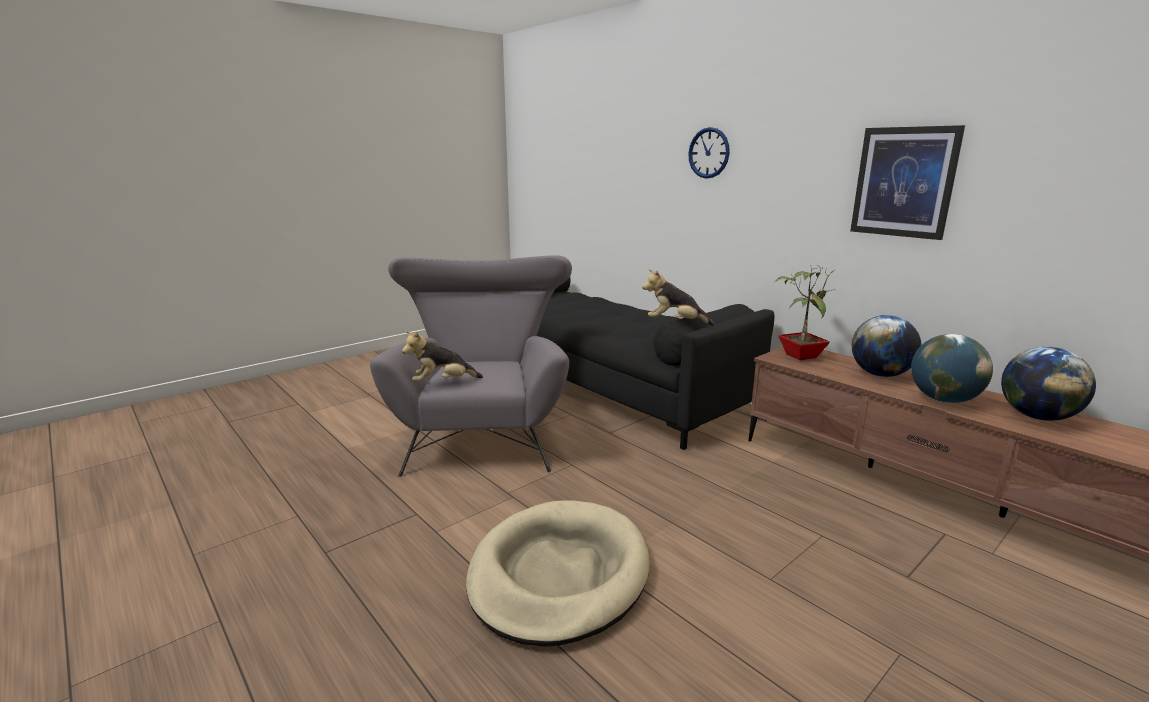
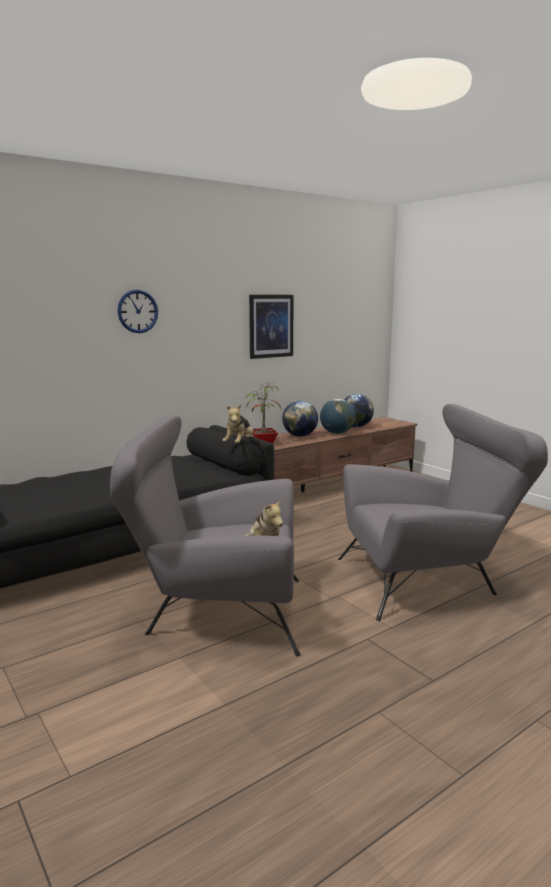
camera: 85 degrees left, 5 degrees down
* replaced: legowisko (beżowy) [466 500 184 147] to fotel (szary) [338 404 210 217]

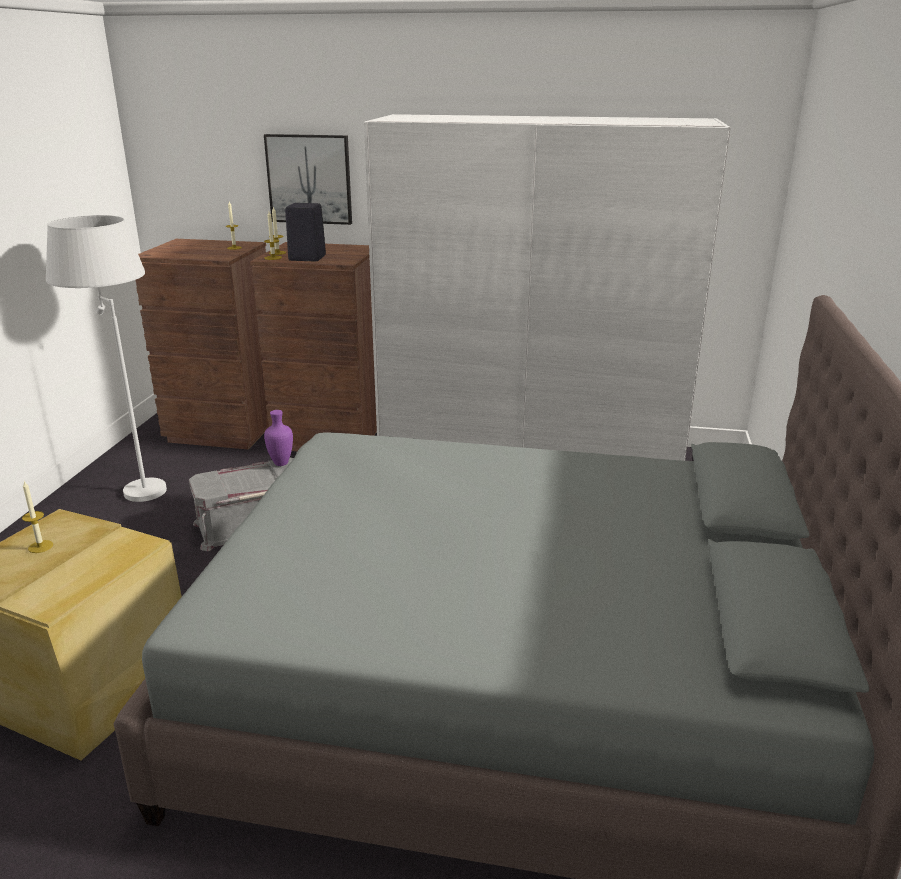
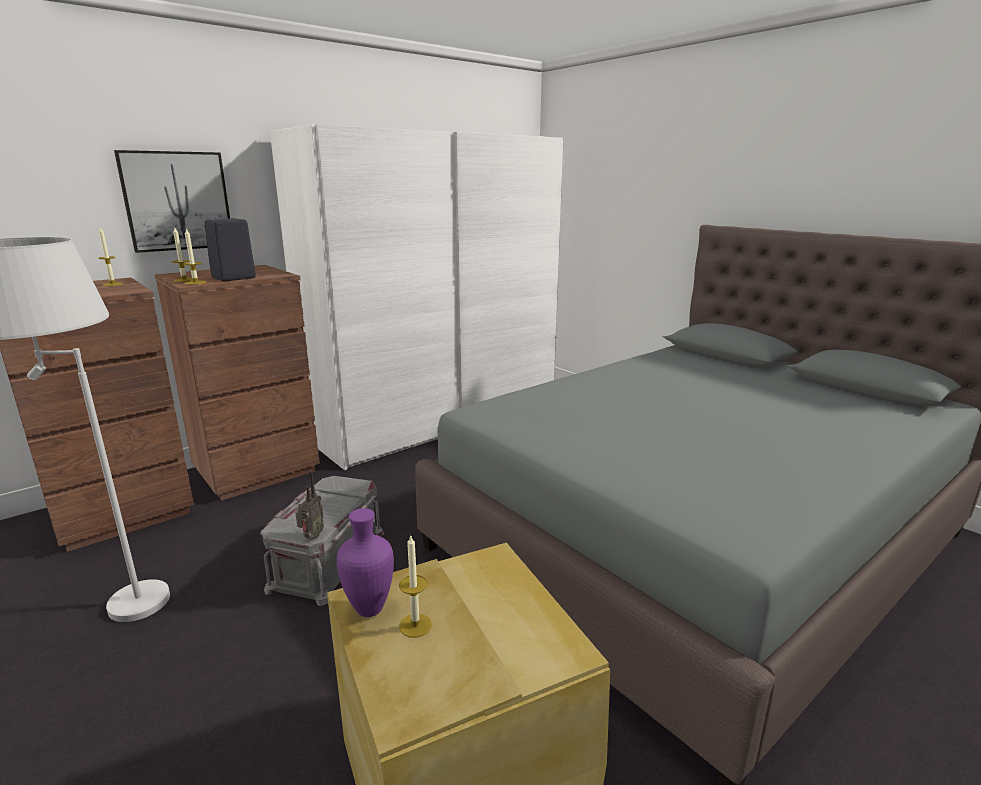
camera: 50 degrees left, 5 degrees down
* moved: wazon (fioletowy) [264 410 29 56] to [337 508 57 109]
* added: radio [295 470 29 70]

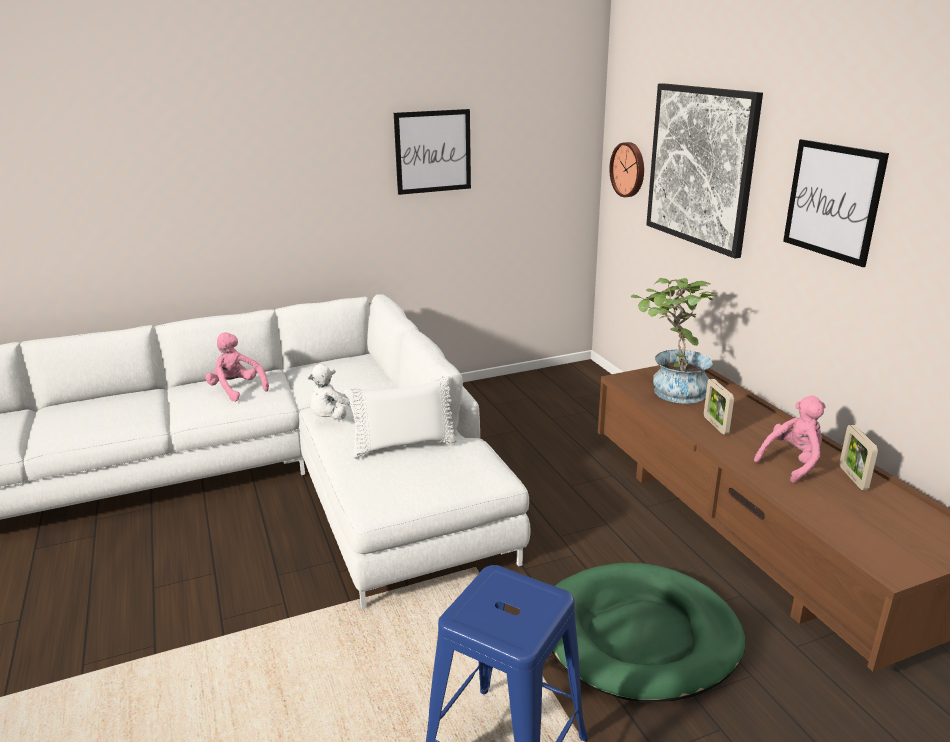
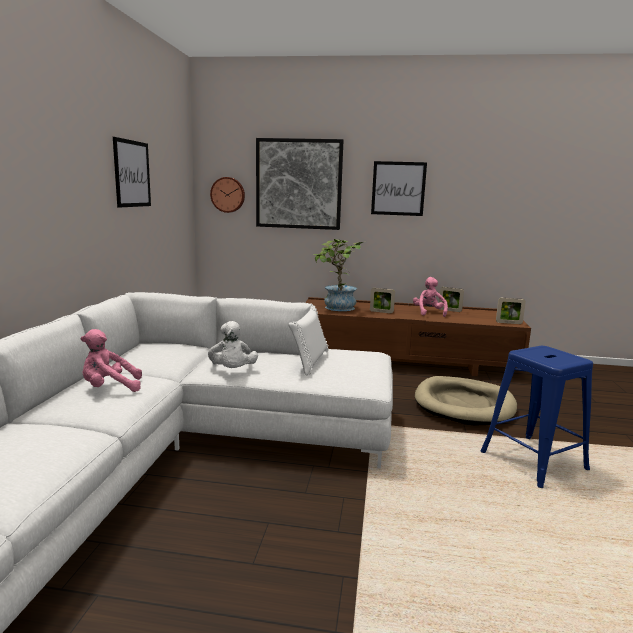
camera: 60 degrees left, 10 degrees down
* recoloured: legowisko (zielony) [552 563 193 139] to legowisko (beżowy) [415 376 102 50]
* added: ramka na zdjęcie [496 298 30 26]

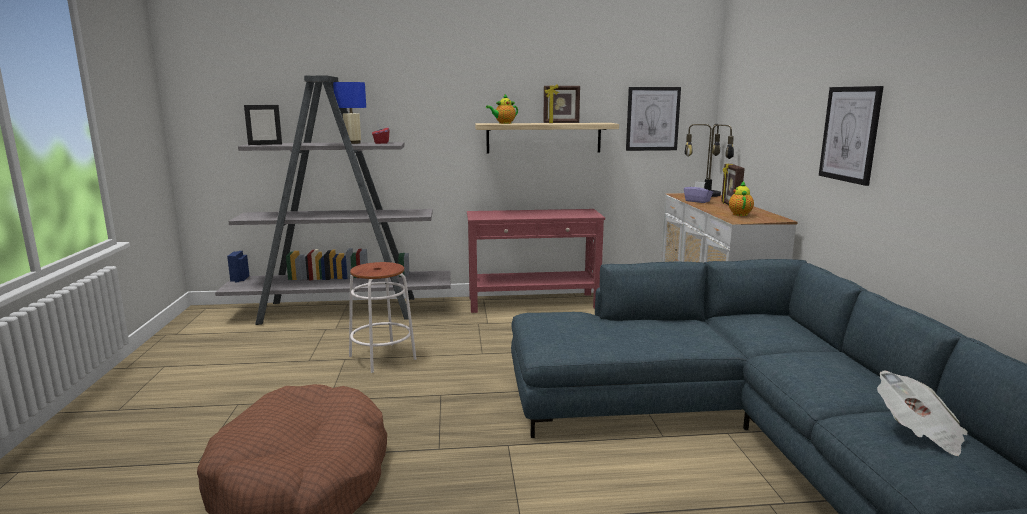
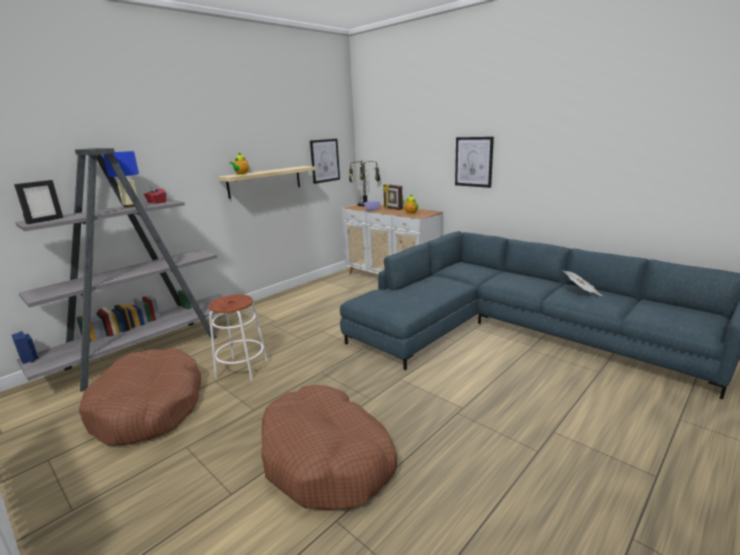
camera: 40 degrees left, 5 degrees up
* removed: stolik konsolowy (czerwony) [467 209 138 104]
* removed: ramka na zdjęcie [543 84 37 39]
* added: legowisko (brązowy) [79 348 122 97]

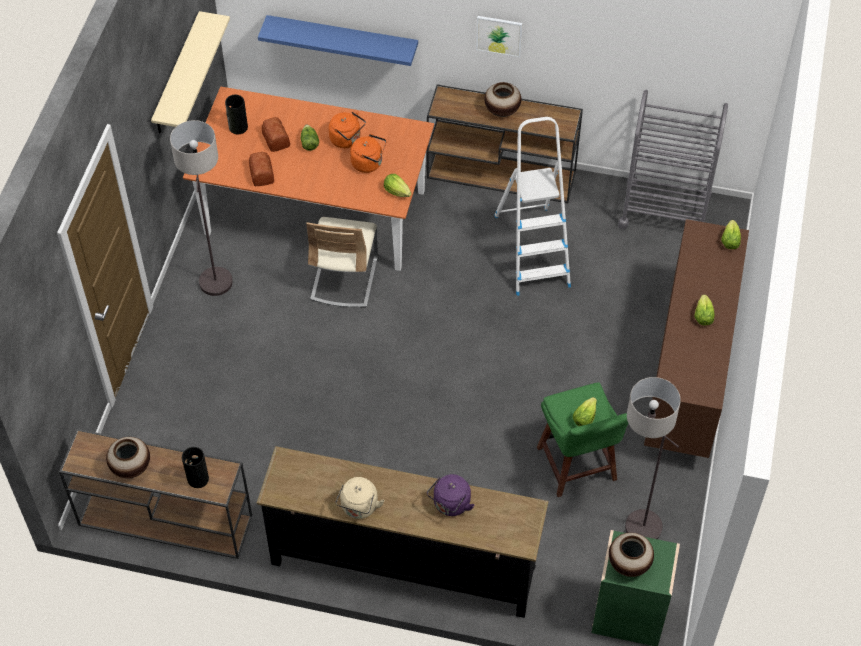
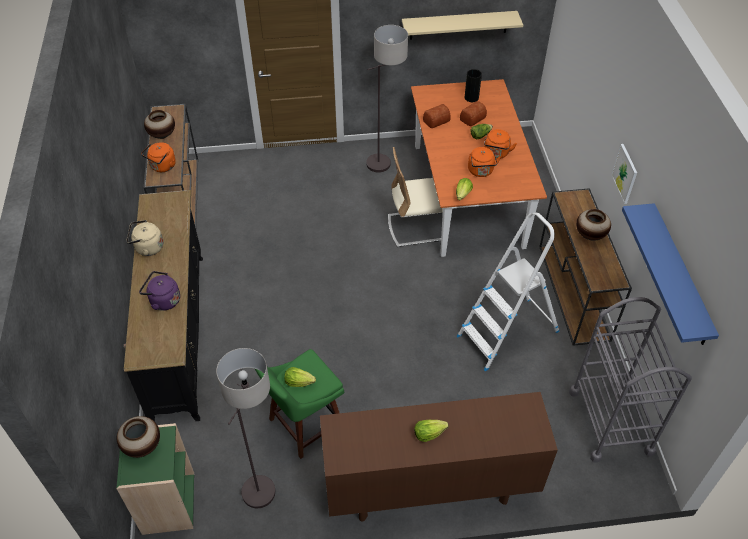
camera: 70 degrees right, 5 degrees down
* replaced: wazon [182 447 27 41] to czajnik (pomarańczowy) [141 142 35 30]
* moved: półka (niebieski) [258 15 160 51] to [622 203 97 142]
* removed: sałata [721 220 20 29]

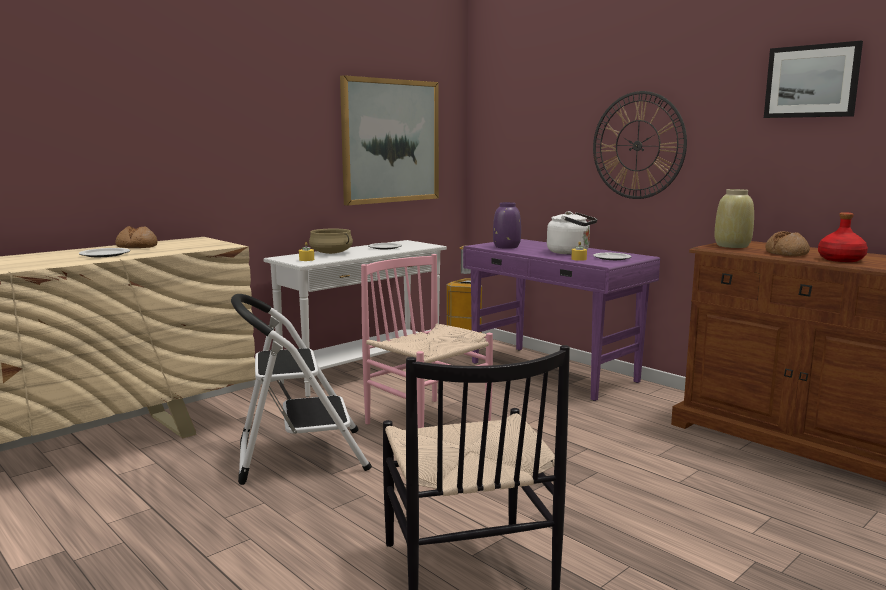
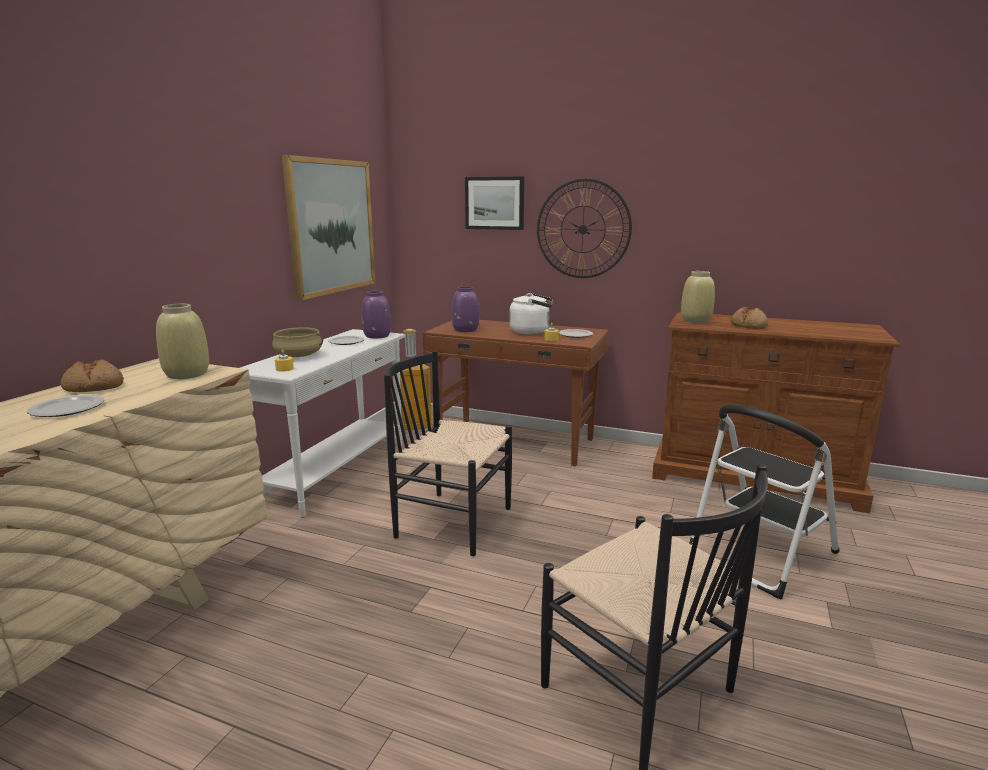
camera: 25 degrees left, 5 degrees up
* moved: drabinka [231 294 141 191] to [689 404 150 195]
* recoloured: krzesło (różowy) [361 254 132 174] to krzesło (czarny) [384 350 128 206]
* recoloured: stolik konsolowy (fioletowy) [463 239 197 162] to stolik konsolowy (brązowy) [423 320 186 146]
* moved: obraz [764 41 99 77] to [465 176 59 54]
* removed: butelka (czerwony) [818 212 50 50]
* added: wazon (beżowy) [156 304 53 75]
* added: wazon (fioletowy) [362 291 29 47]

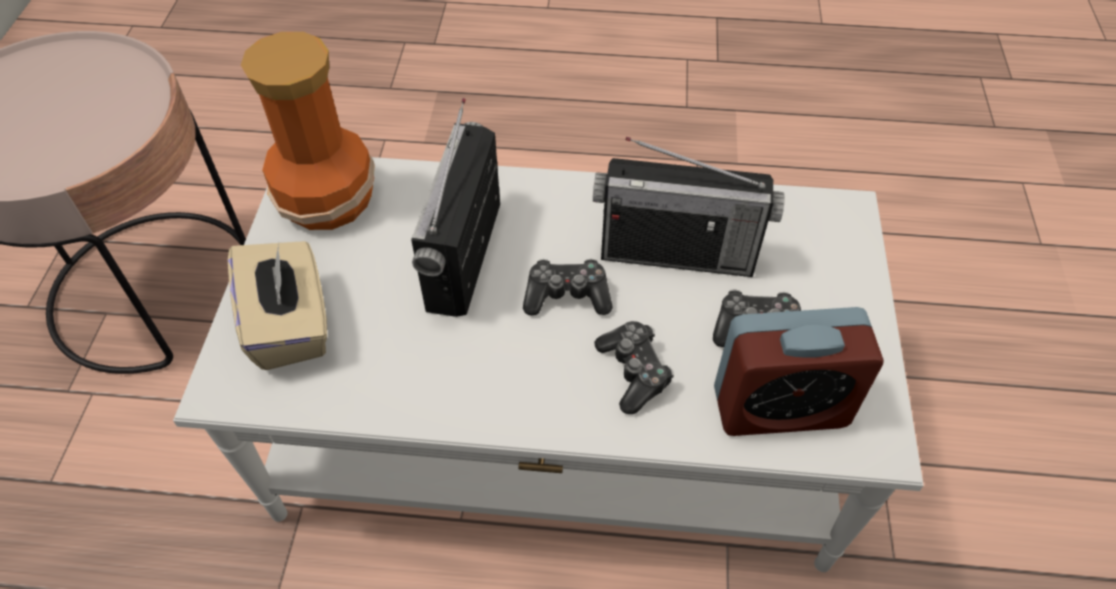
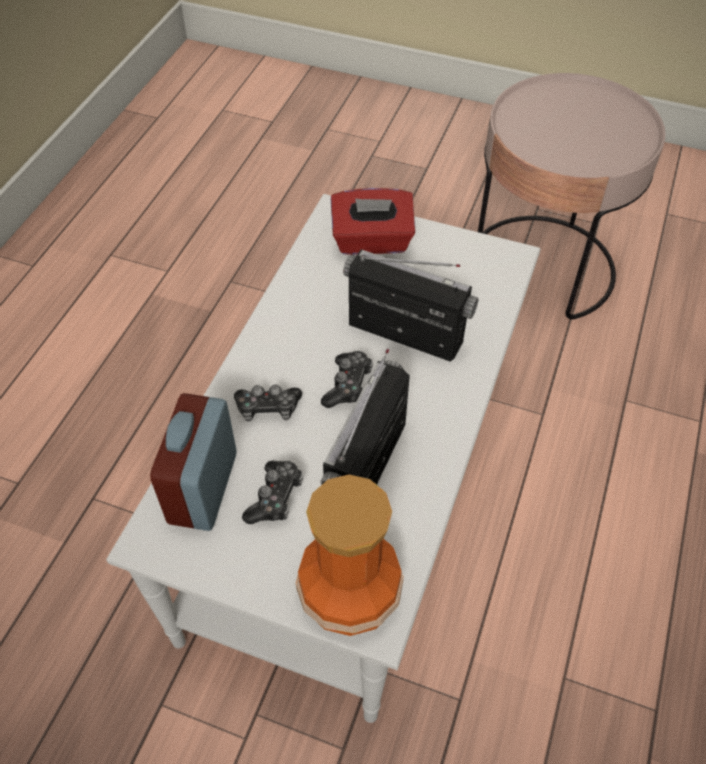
camera: 105 degrees right, 0 degrees up
* recoloured: pudełko chusteczek (beżowy) [228 241 99 129] to pudełko chusteczek (czerwony) [331 188 84 67]
* moved: wazon [241 32 134 198] to [296 475 107 161]

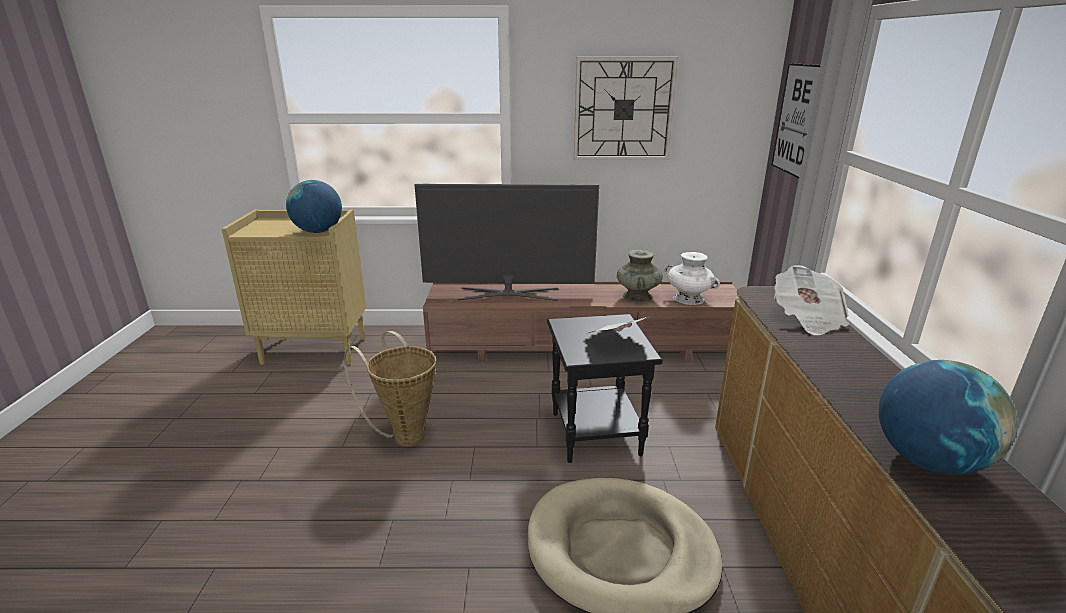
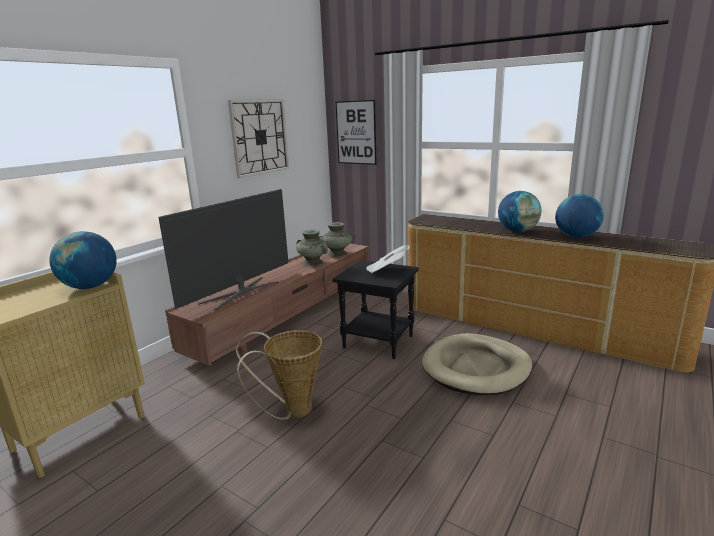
camera: 55 degrees left, 5 degrees down
* recoloured: wazon (biały) [664 252 56 53] to wazon (turkusowy) [319 222 37 35]
* removed: gazeta [774 265 75 70]
* added: globus [498 191 43 41]

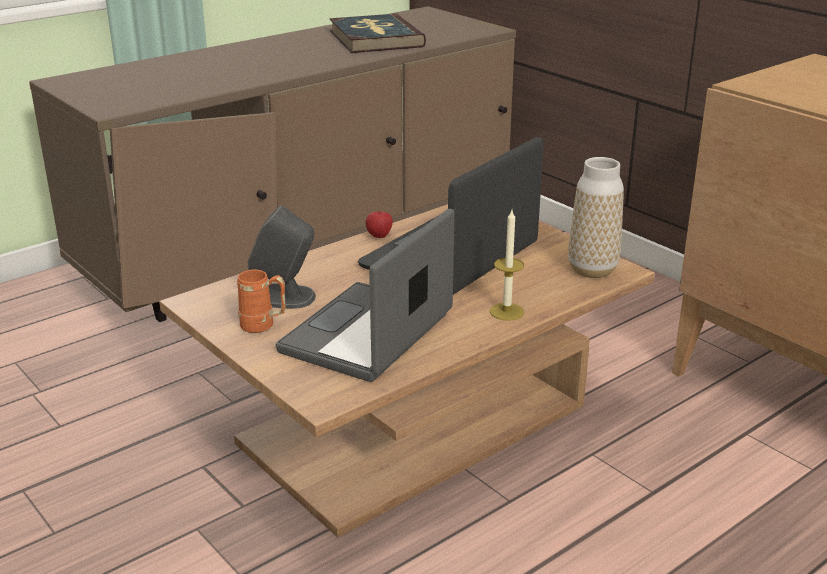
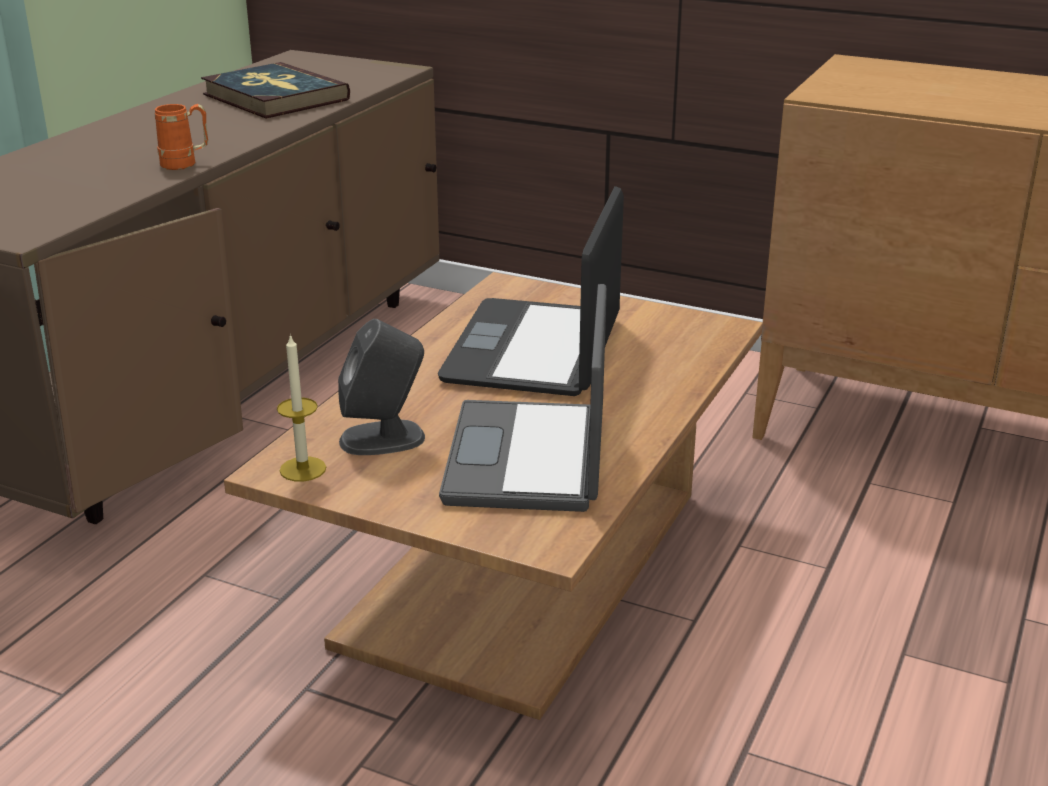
camera: 25 degrees left, 0 degrees up
* moved: kubek (pomarańczowy) [237 270 49 63] to [155 104 53 66]
* removed: jabłko [366 211 27 27]
* moved: świeca [490 210 34 110] to [277 333 49 148]
* removed: wazon [568 157 56 121]

